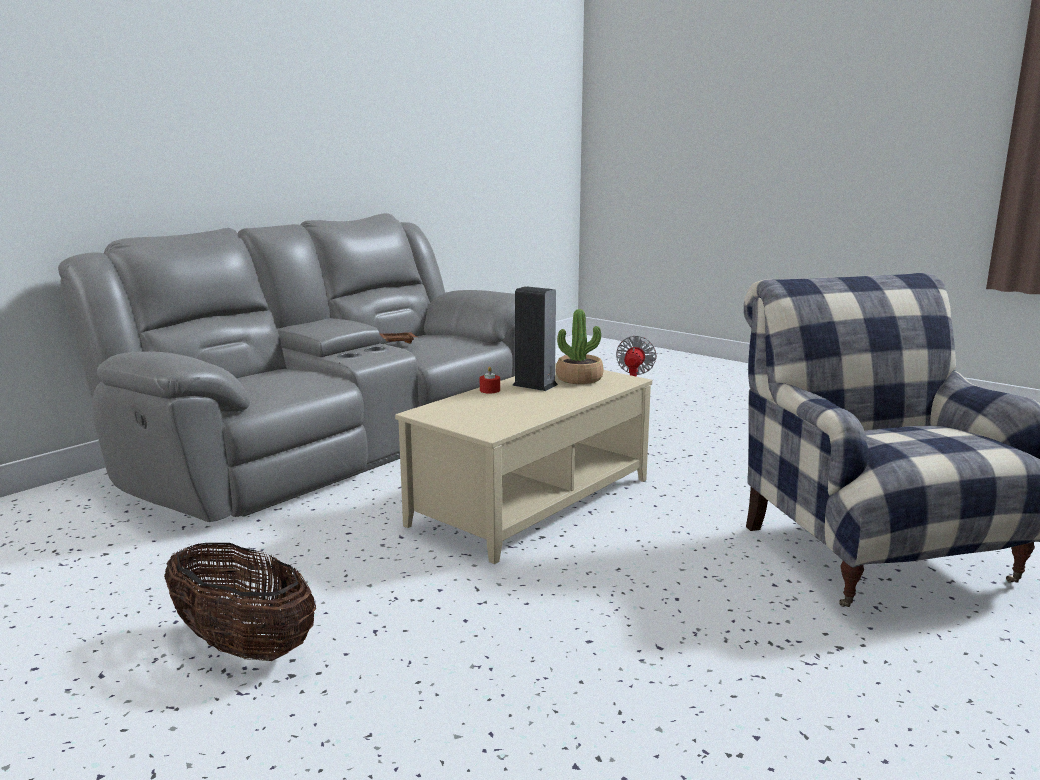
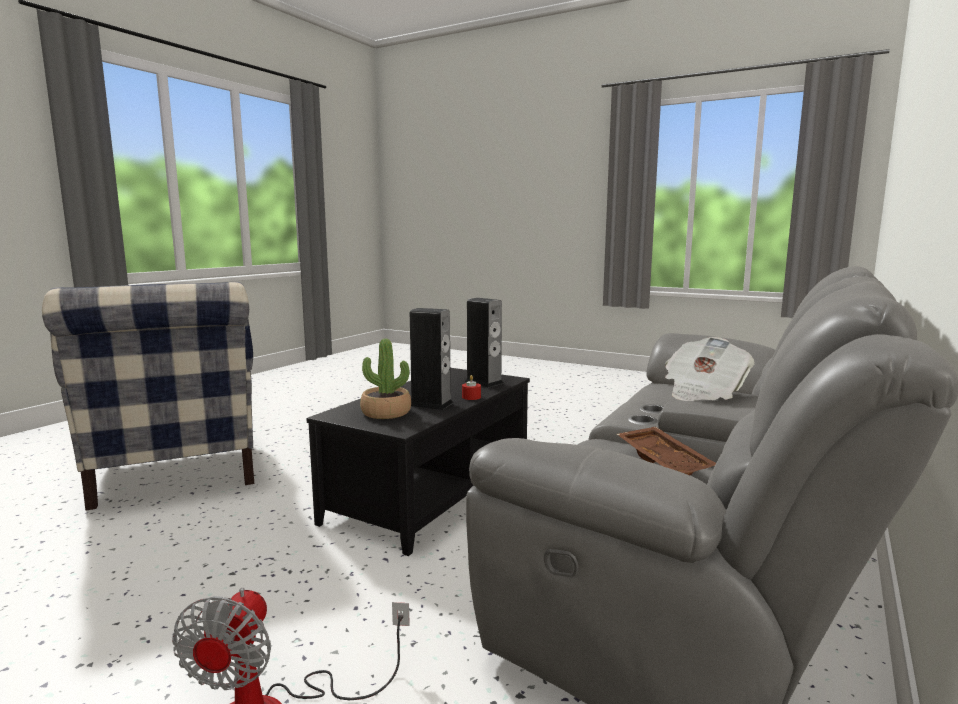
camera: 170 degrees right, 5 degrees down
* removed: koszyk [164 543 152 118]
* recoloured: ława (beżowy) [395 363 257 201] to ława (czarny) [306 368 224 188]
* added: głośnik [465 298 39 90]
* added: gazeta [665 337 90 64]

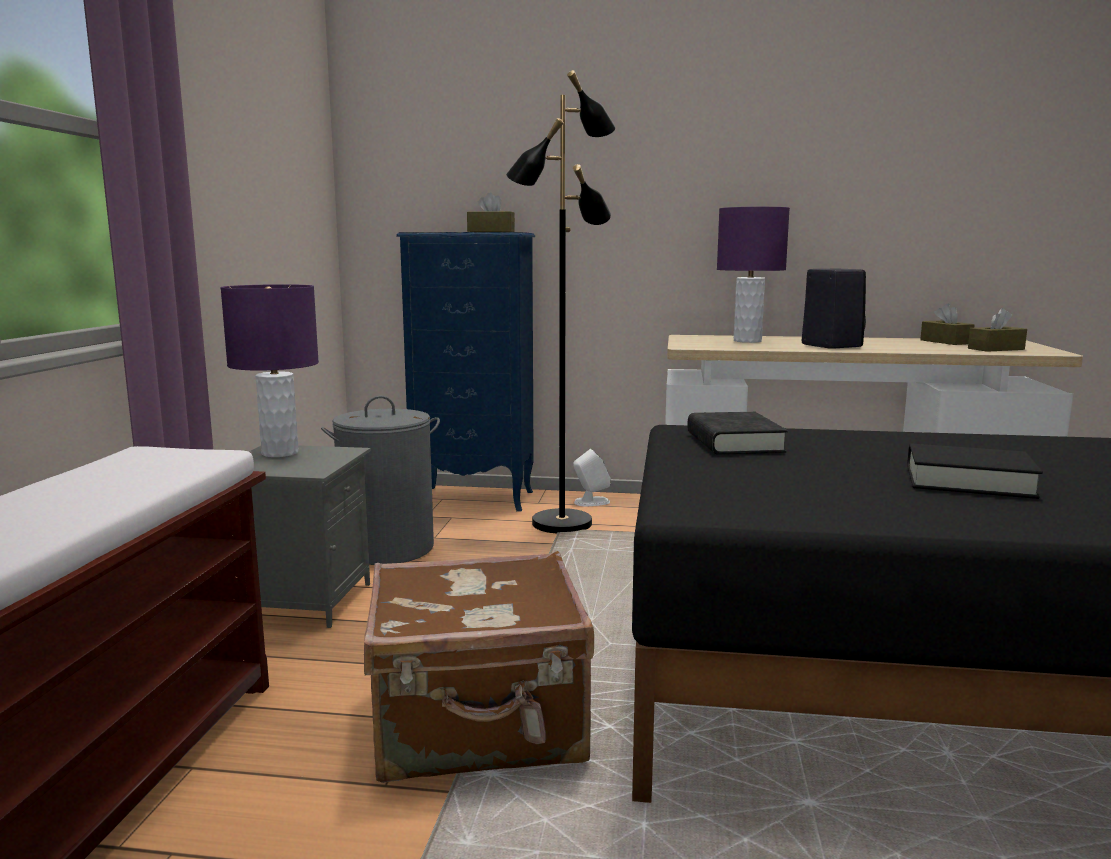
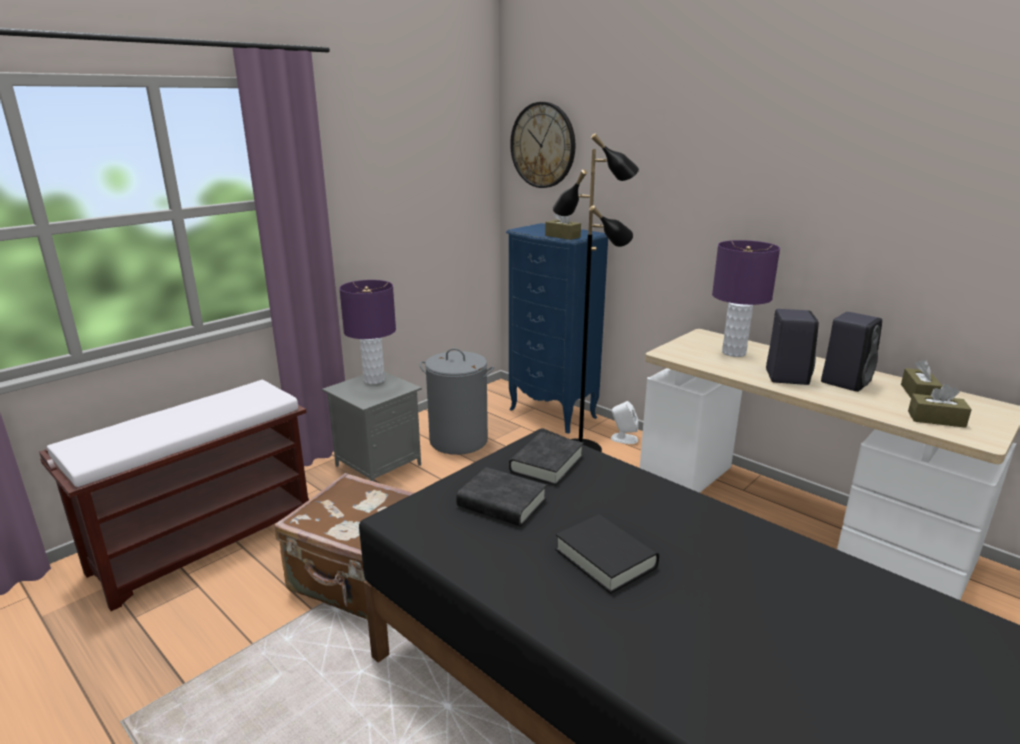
camera: 35 degrees right, 10 degrees up
* added: książka (czarny) [456 467 91 60]
* added: zegar ścienny [510 102 66 86]
* added: głośnik (czarny) [821 312 61 80]

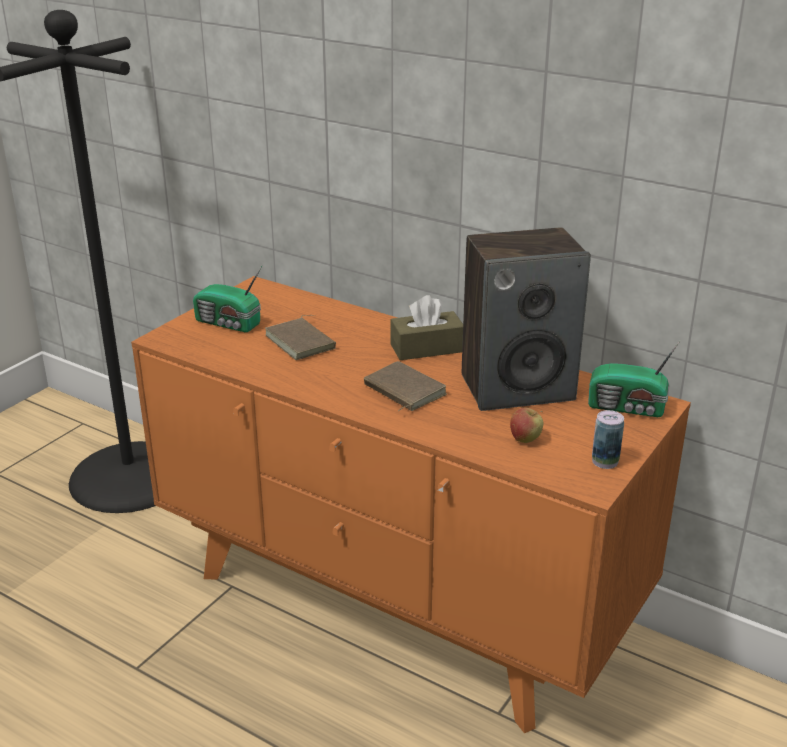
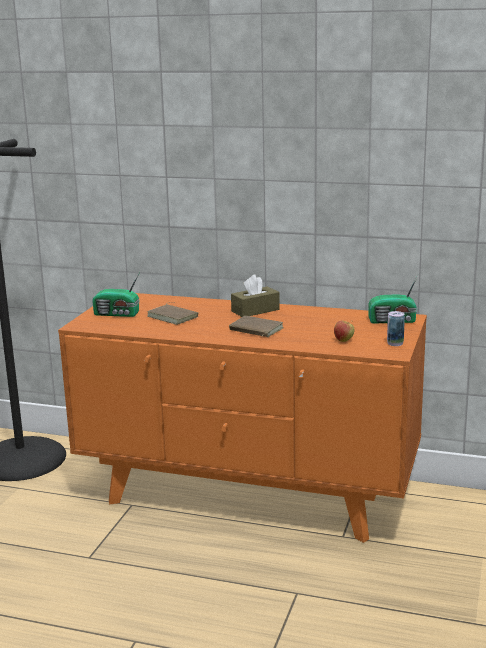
camera: 15 degrees left, 10 degrees down
* removed: głośnik [462 227 129 184]

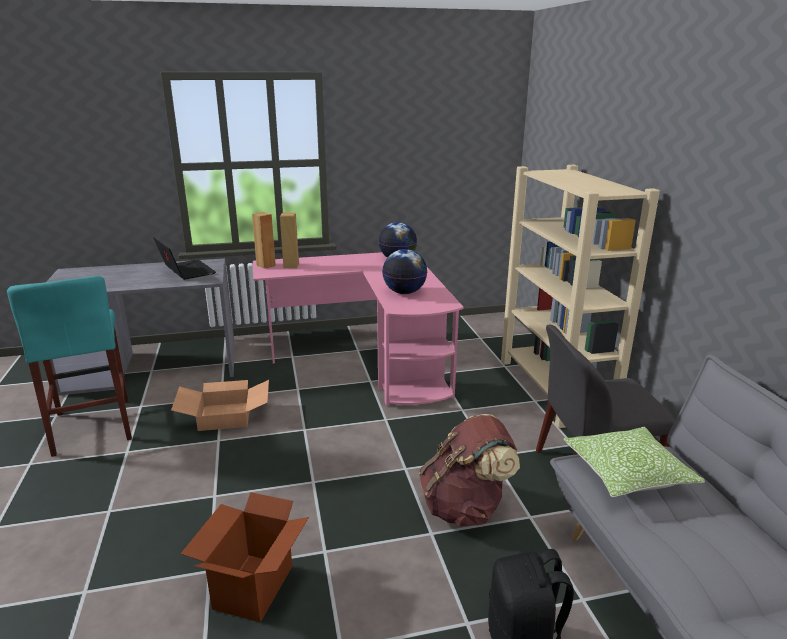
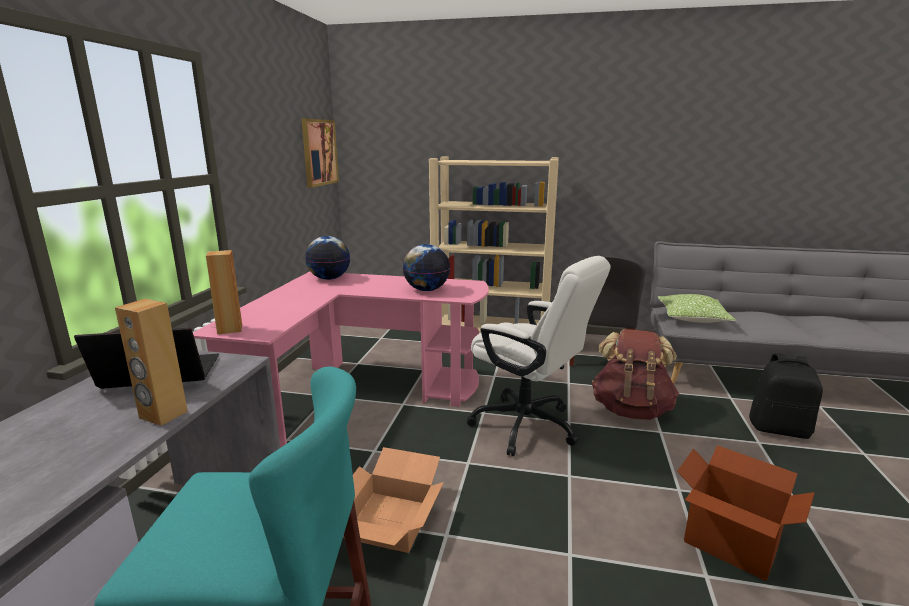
camera: 65 degrees left, 5 degrees down
* moved: głośnik (brązowy) [280 213 19 55] to [115 299 73 127]
* added: obraz [301 118 38 69]
* added: krzesło biurowe (biały) [467 256 144 200]

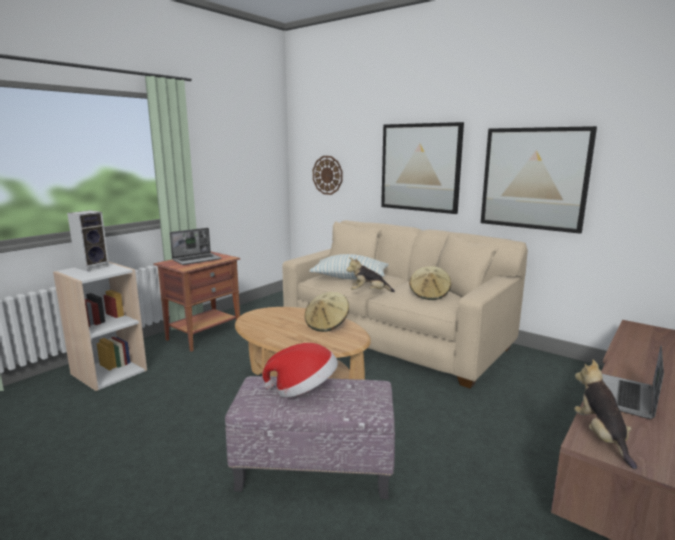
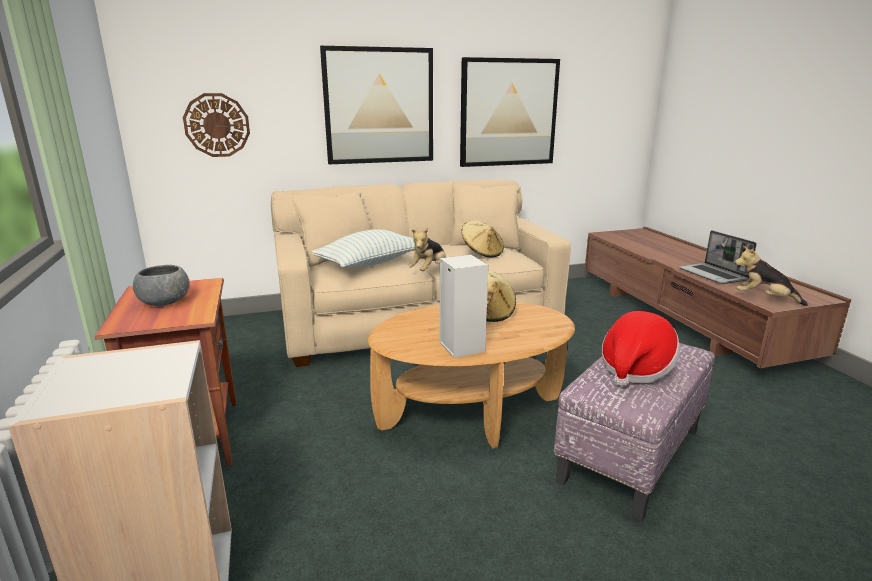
camera: 55 degrees left, 5 degrees up
* moved: głośnik [67 210 42 61] to [439 255 49 103]
* replaced: laptop [170 228 51 37] to miska (szary) [133 265 57 41]

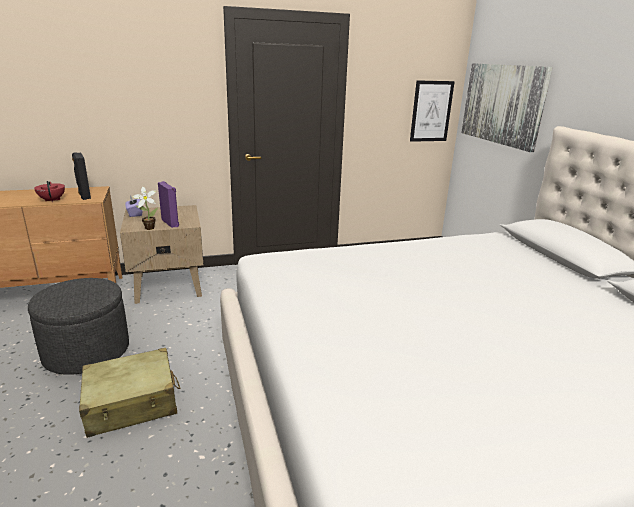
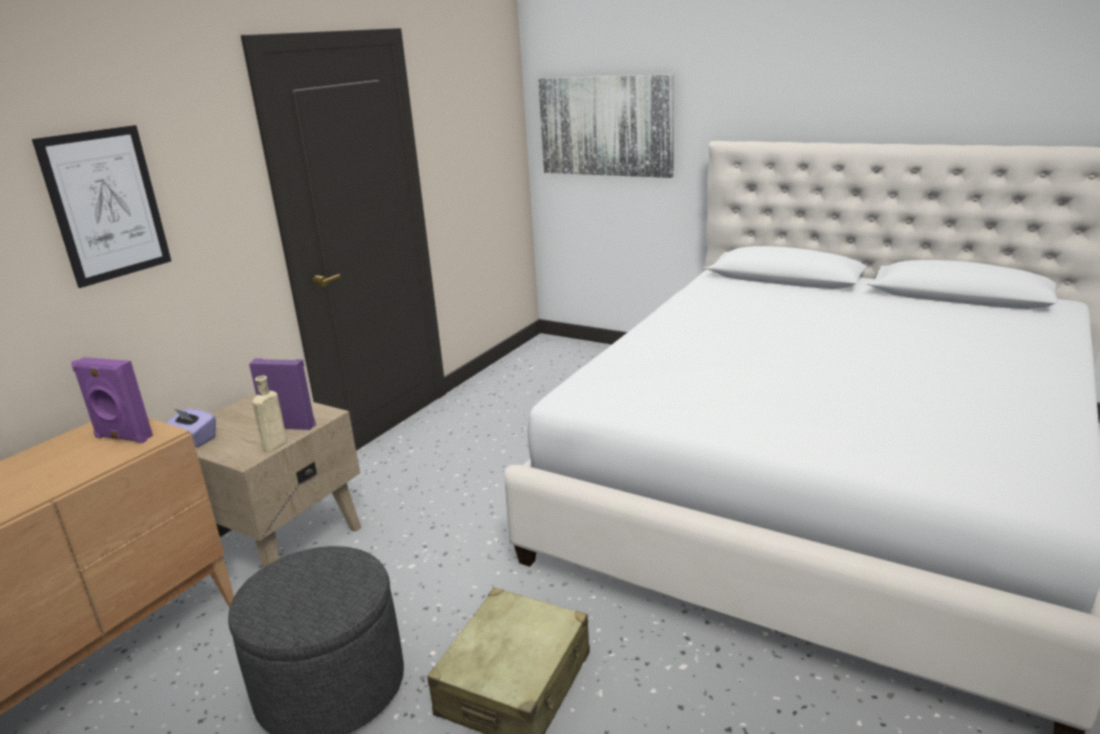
camera: 40 degrees left, 0 degrees up
* removed: imbryk (czerwony) [34 181 31 21]
* recoloured: głośnik (czarny) [72 152 19 48] to głośnik (fioletowy) [71 357 82 86]
* replaced: roślina doniczkowa [132 187 26 43] to butelka (beżowy) [252 376 35 76]
* moved: obraz [410 81 45 61] to [32 125 139 163]

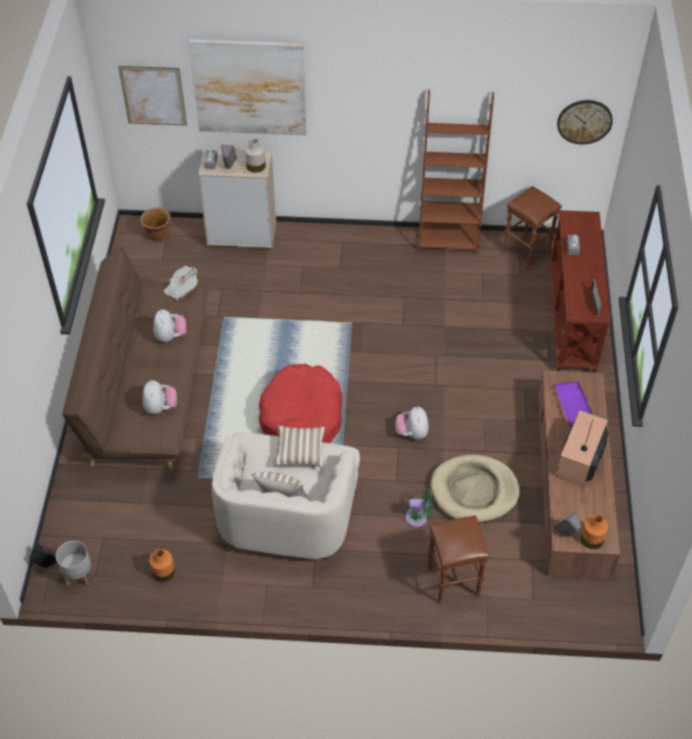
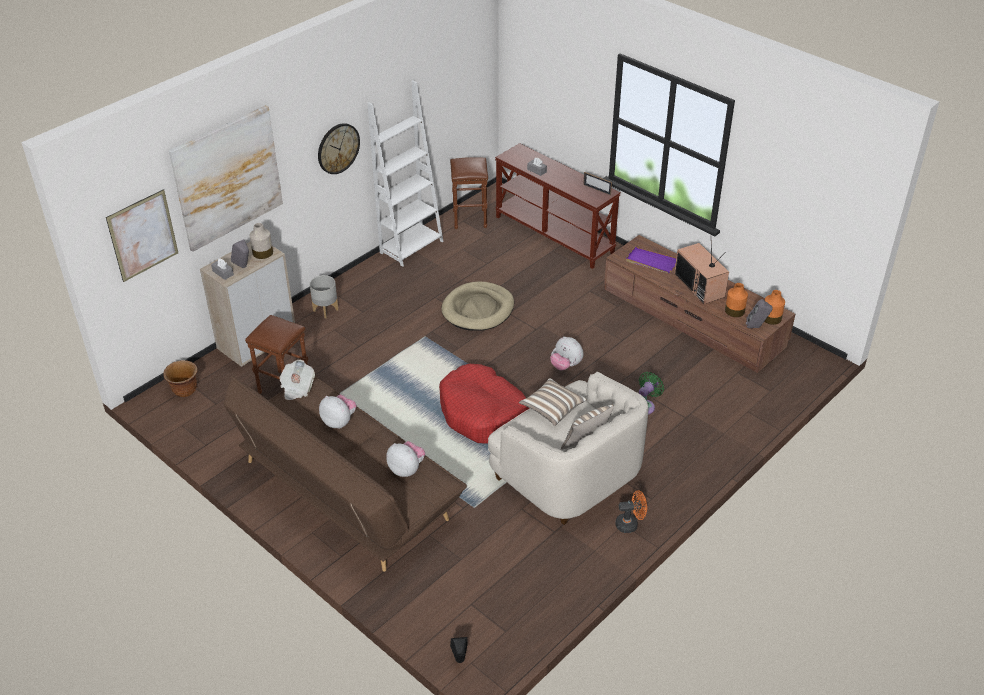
camera: 50 degrees left, 10 degrees down
* moved: donica (szary) [56 541 36 45] to [310 275 29 44]
* moved: wazon (pomarańczowy) [149 549 26 33] to [725 283 23 34]
* recoloured: regał (brązowy) [418 89 76 167] to regał (biały) [367 80 76 187]
* moved: stołek (brązowy) [428 515 62 89] to [245 315 63 79]
* moved: legowisko (beżowy) [430 454 90 69] to [441 281 73 50]
* moved: zegar ścienny [557 100 56 45] to [318 123 42 51]
* added: wentylator (pomarańczowy) [615 490 32 43]

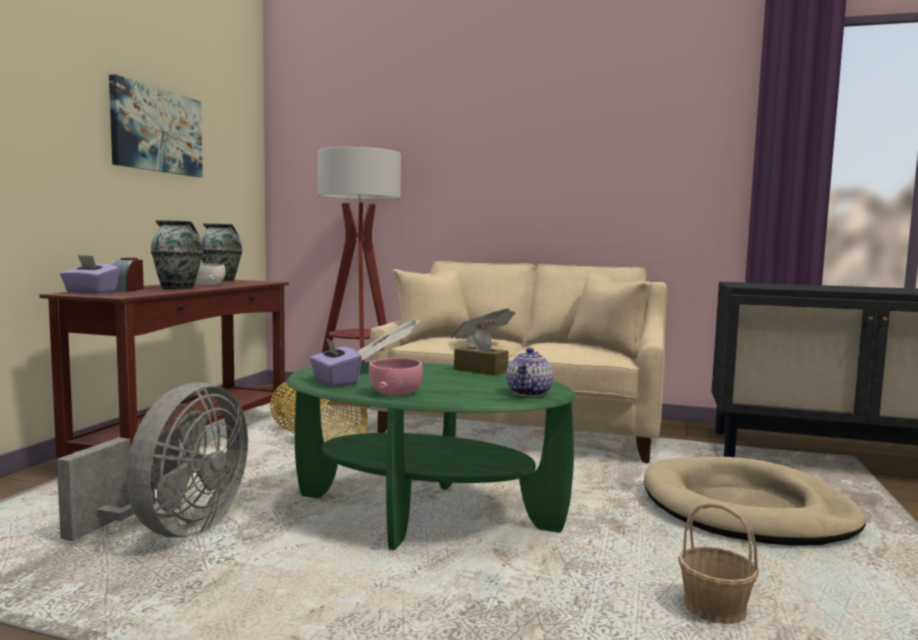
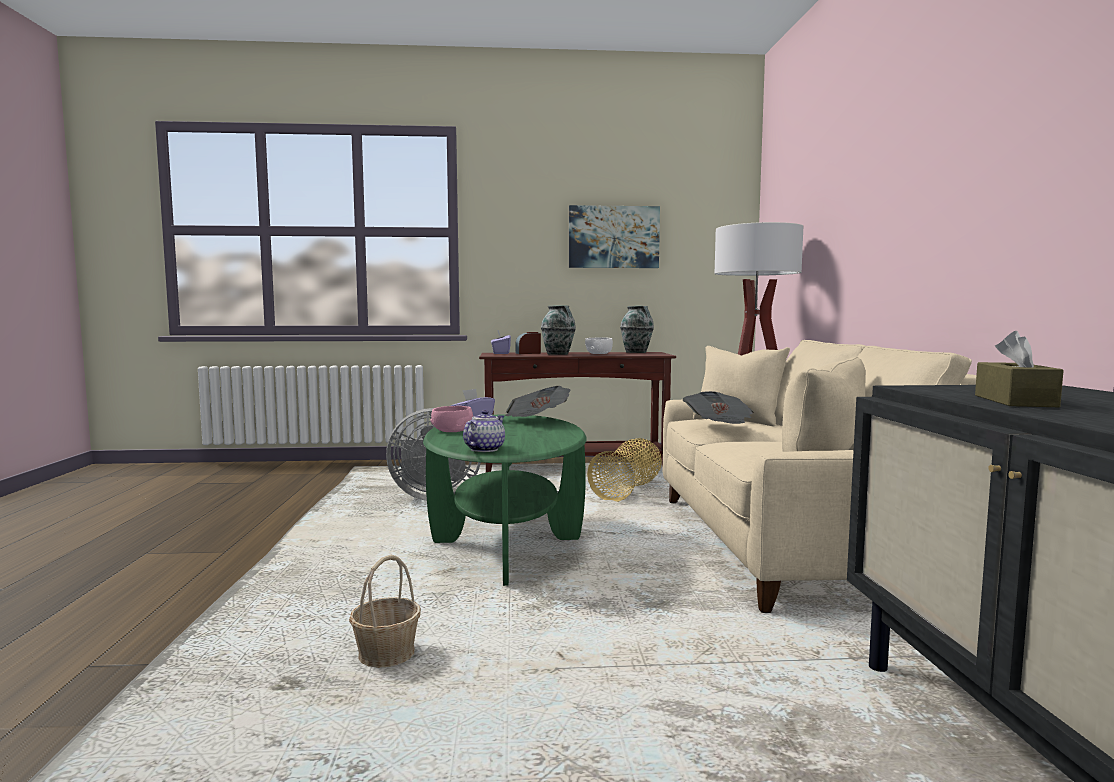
camera: 70 degrees right, 0 degrees up
* moved: pudełko chusteczek (brązowy) [454 330 54 45] to [975 331 89 76]
* turned: imbryk [506 348 47 49] = [463 410 42 42] 120 degrees clockwise
* removed: legowisko (beżowy) [644 457 222 89]

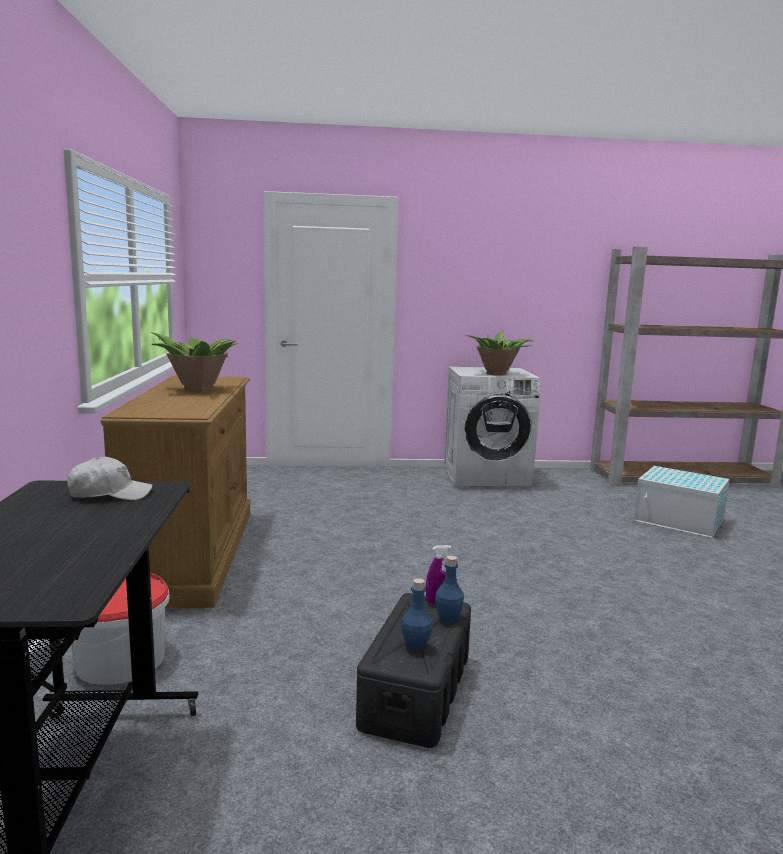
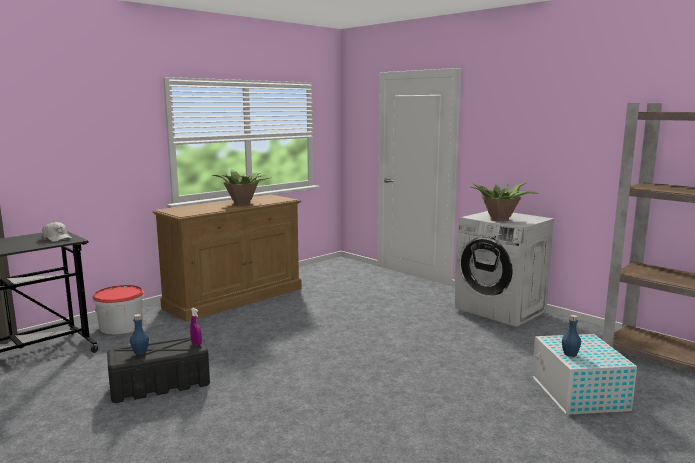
camera: 50 degrees right, 0 degrees up
* moved: butelka (niebieski) [435 556 29 67] to [562 315 19 42]

